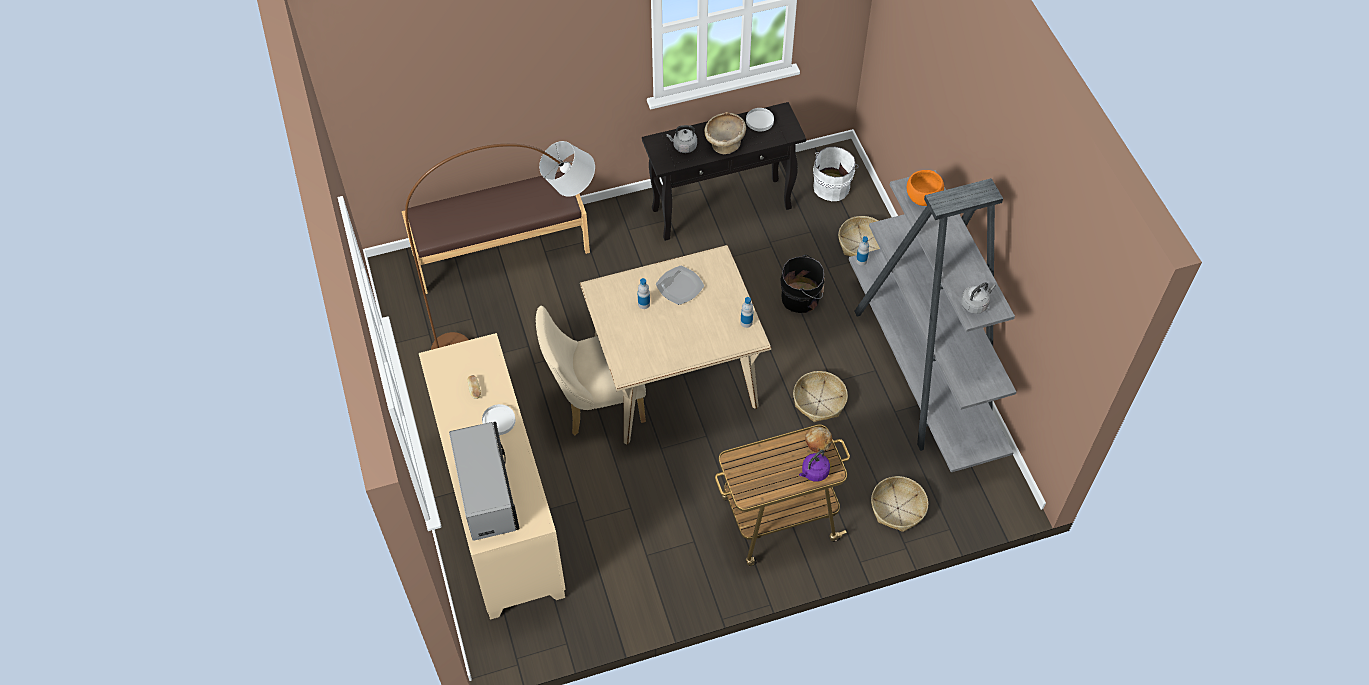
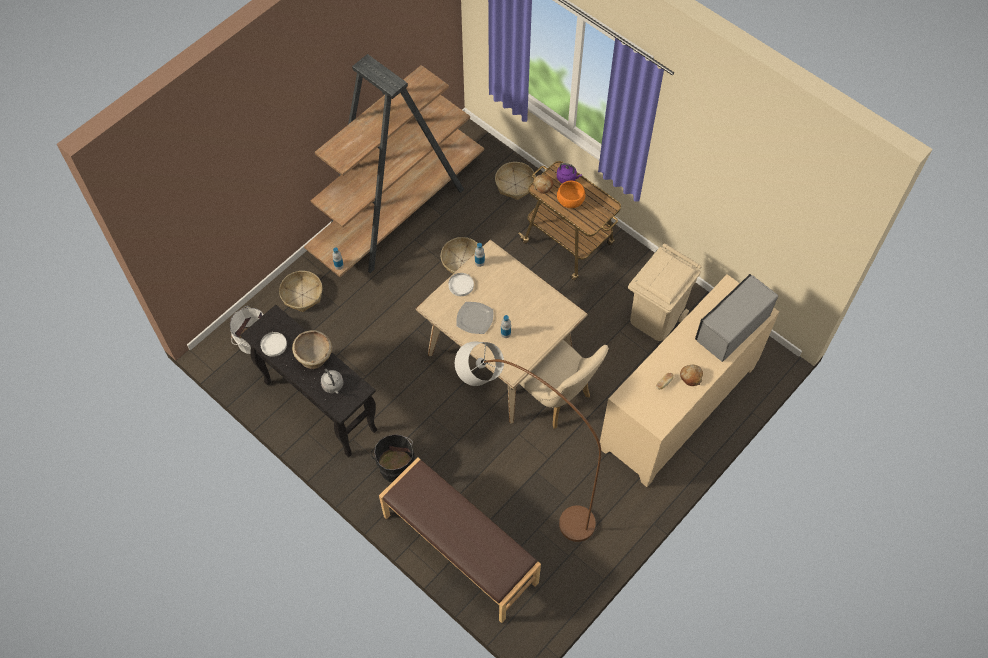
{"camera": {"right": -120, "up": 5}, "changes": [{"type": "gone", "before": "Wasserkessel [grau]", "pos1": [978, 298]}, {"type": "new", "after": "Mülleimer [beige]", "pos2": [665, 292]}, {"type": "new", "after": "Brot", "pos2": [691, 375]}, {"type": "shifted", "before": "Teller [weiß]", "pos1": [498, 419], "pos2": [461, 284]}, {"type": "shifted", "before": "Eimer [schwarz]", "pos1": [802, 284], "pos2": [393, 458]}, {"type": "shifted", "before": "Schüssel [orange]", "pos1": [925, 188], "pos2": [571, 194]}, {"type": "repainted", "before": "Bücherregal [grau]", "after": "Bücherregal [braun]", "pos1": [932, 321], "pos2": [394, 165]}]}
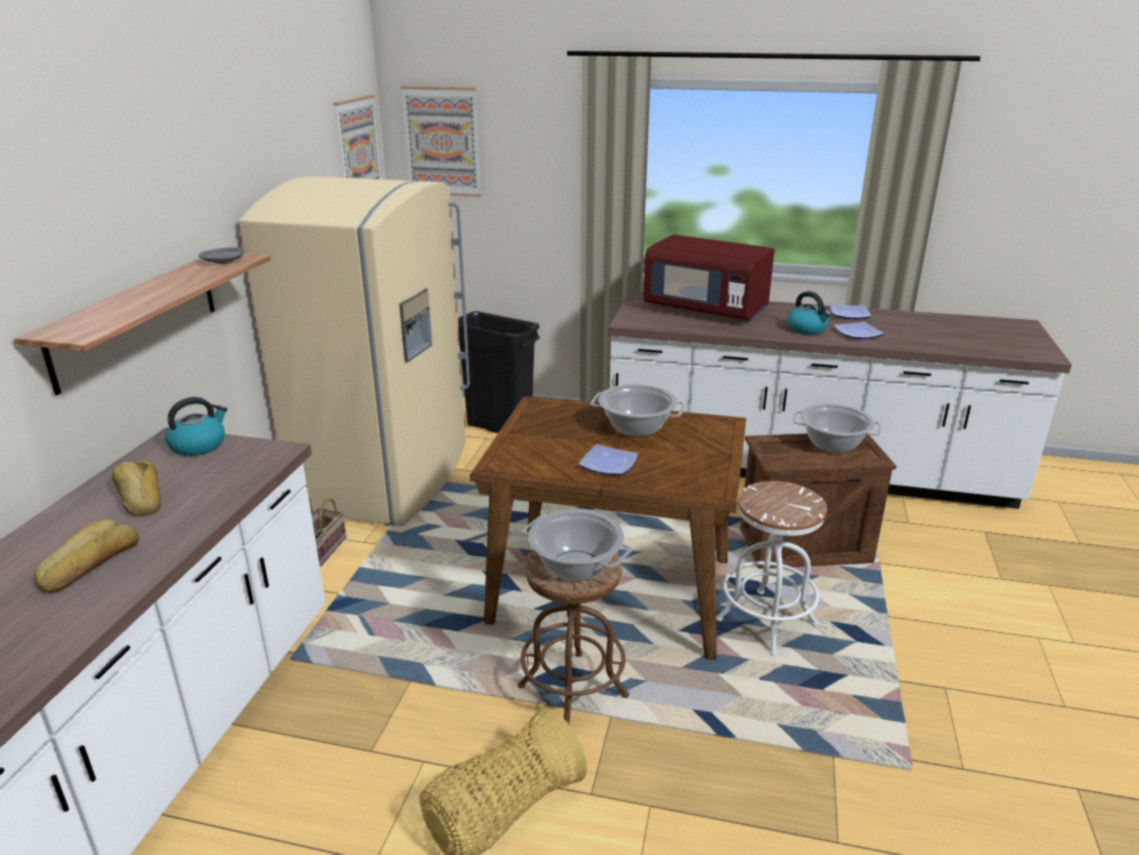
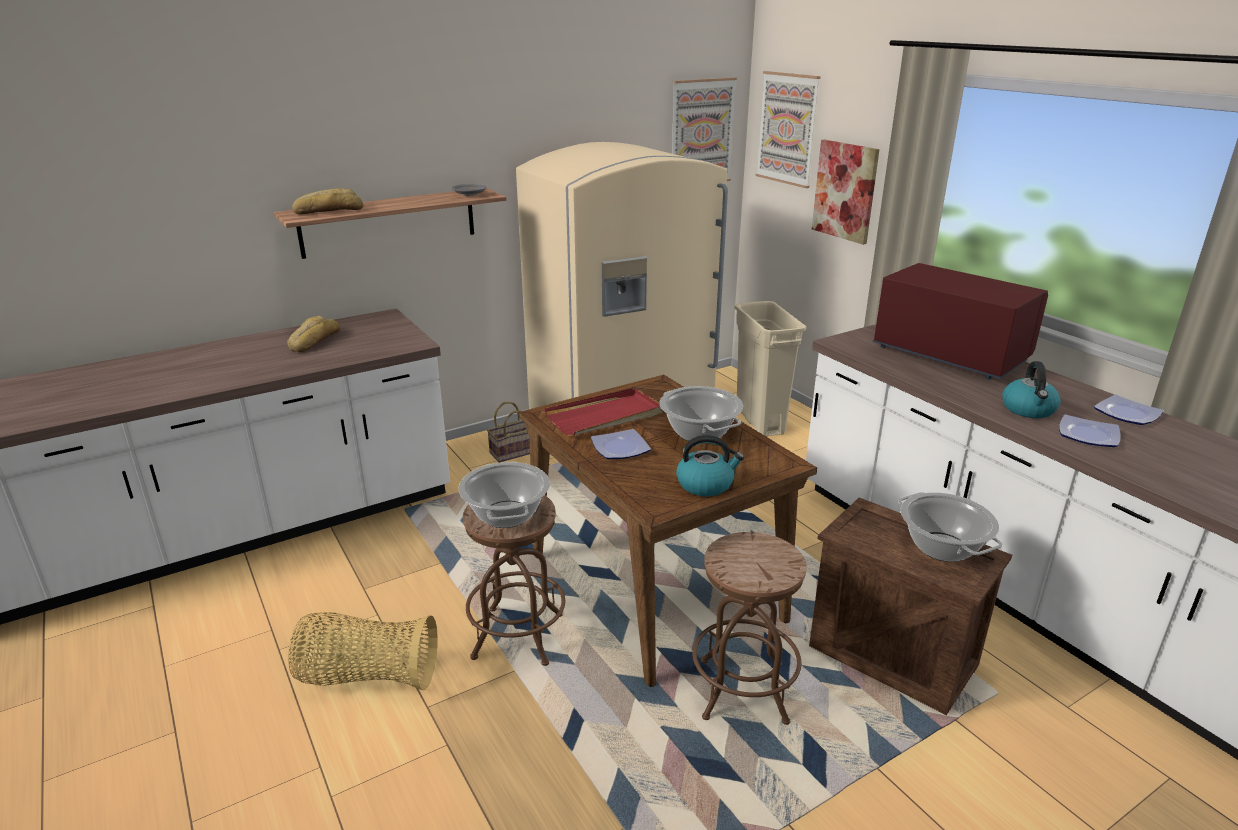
{"camera": {"right": 45, "up": 0}, "changes": [{"type": "new", "after": "Tablett [rot]", "pos2": [603, 412]}, {"type": "new", "after": "Bild", "pos2": [846, 192]}, {"type": "shifted", "before": "Brot", "pos1": [86, 556], "pos2": [327, 201]}, {"type": "shifted", "before": "Wasserkessel", "pos1": [196, 426], "pos2": [710, 465]}, {"type": "repainted", "before": "Mülleimer [schwarz]", "after": "Mülleimer [beige]", "pos1": [499, 372], "pos2": [770, 368]}, {"type": "repainted", "before": "Hocker [weiß]", "after": "Hocker [braun]", "pos1": [771, 568], "pos2": [749, 628]}, {"type": "rotated", "before": "Mikrowelle [rot]", "pos1": [709, 277], "pos2": [960, 321], "turn": 150}]}
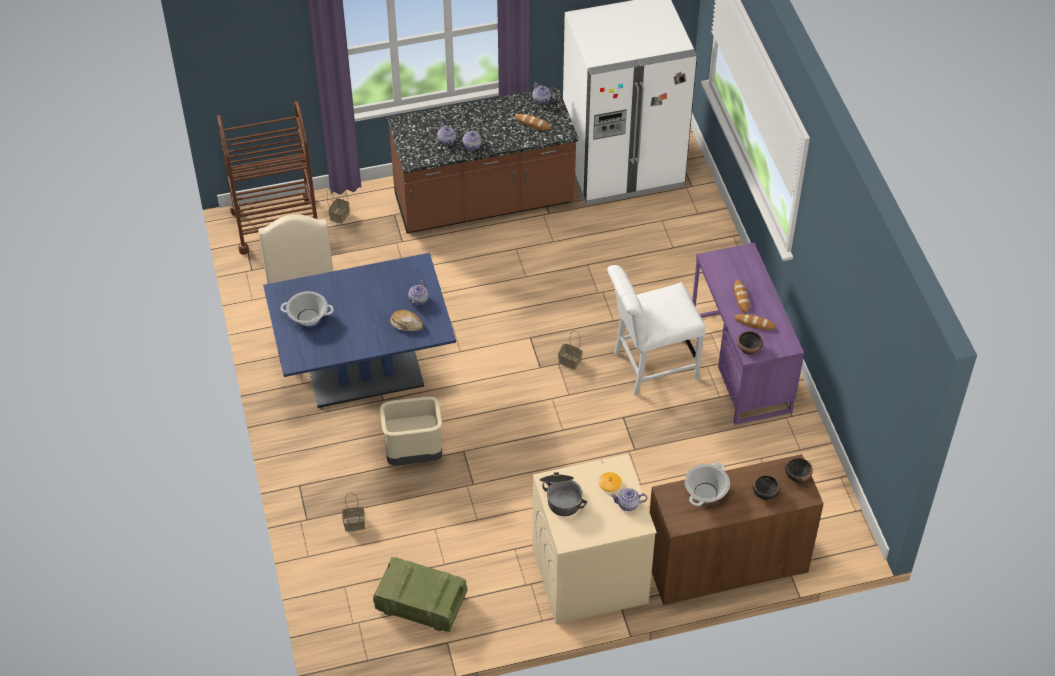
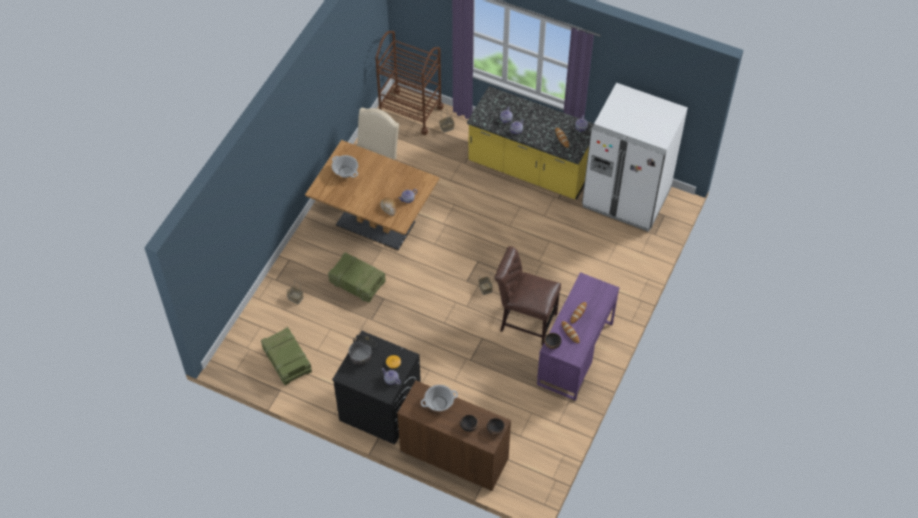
{"camera": {"right": 40, "up": 5}, "changes": [{"type": "swapped", "before": "Mülleimer [beige]", "after": "Kiste", "pos1": [411, 431], "pos2": [357, 277]}, {"type": "repainted", "before": "Esstisch [blau]", "after": "Esstisch [braun]", "pos1": [359, 330], "pos2": [372, 195]}, {"type": "repainted", "before": "Küchenzeile [braun]", "after": "Küchenzeile [gelb]", "pos1": [482, 160], "pos2": [530, 142]}, {"type": "repainted", "before": "Waschmaschine [beige]", "after": "Waschmaschine [schwarz]", "pos1": [594, 539], "pos2": [376, 388]}, {"type": "repainted", "before": "Stuhl [weiß]", "after": "Stuhl [braun]", "pos1": [656, 330], "pos2": [527, 296]}]}
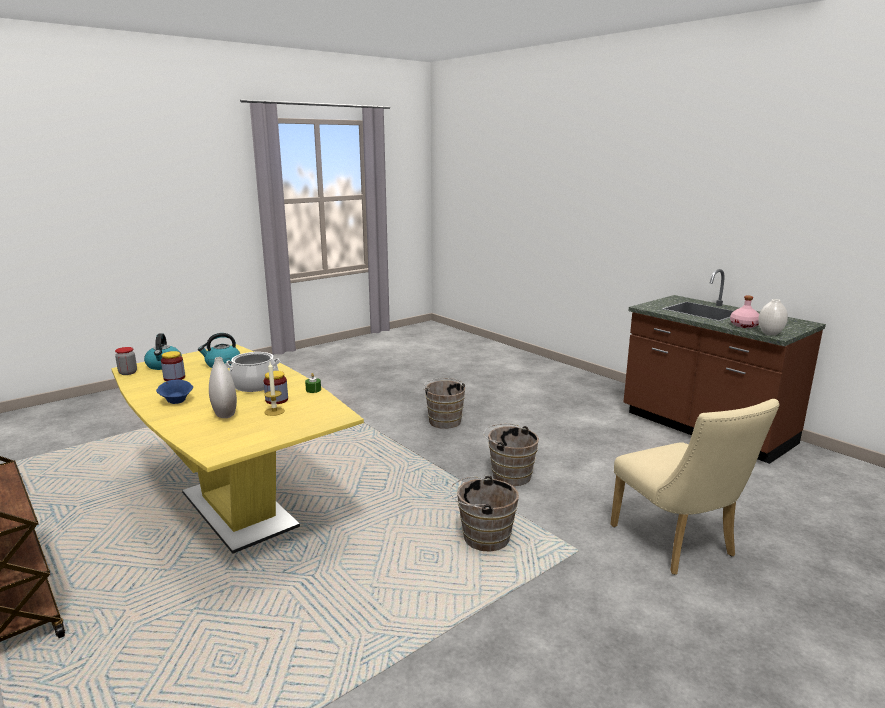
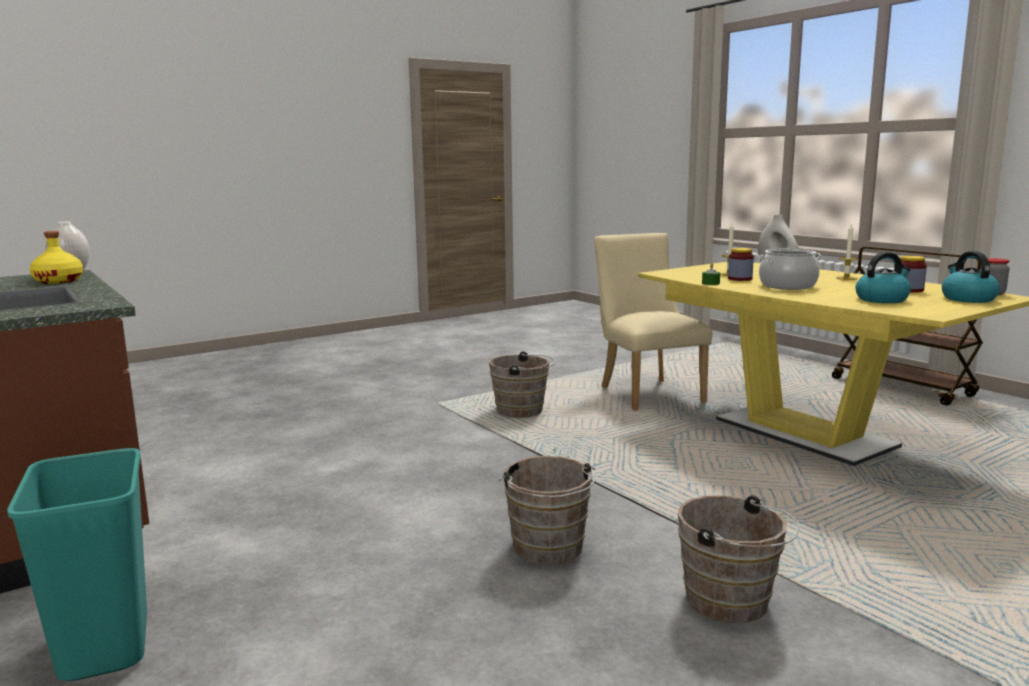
{"camera": {"right": -175, "up": -5}, "changes": [{"type": "new", "after": "Mülleimer [türkis]", "pos2": [77, 564]}, {"type": "shifted", "before": "Eimer [braun]", "pos1": [511, 455], "pos2": [738, 559]}, {"type": "shifted", "before": "Stuhl [beige]", "pos1": [695, 487], "pos2": [653, 322]}, {"type": "swapped", "before": "Schüssel [blau]", "after": "Kerze", "pos1": [174, 392], "pos2": [847, 251]}, {"type": "repainted", "before": "Flasche [rosa]", "after": "Flasche [gelb]", "pos1": [744, 311], "pos2": [56, 257]}]}
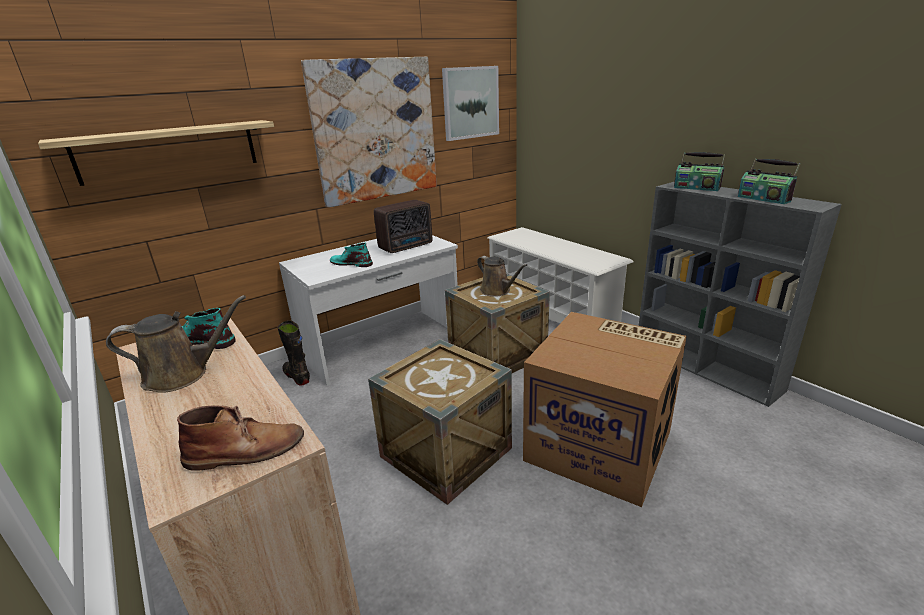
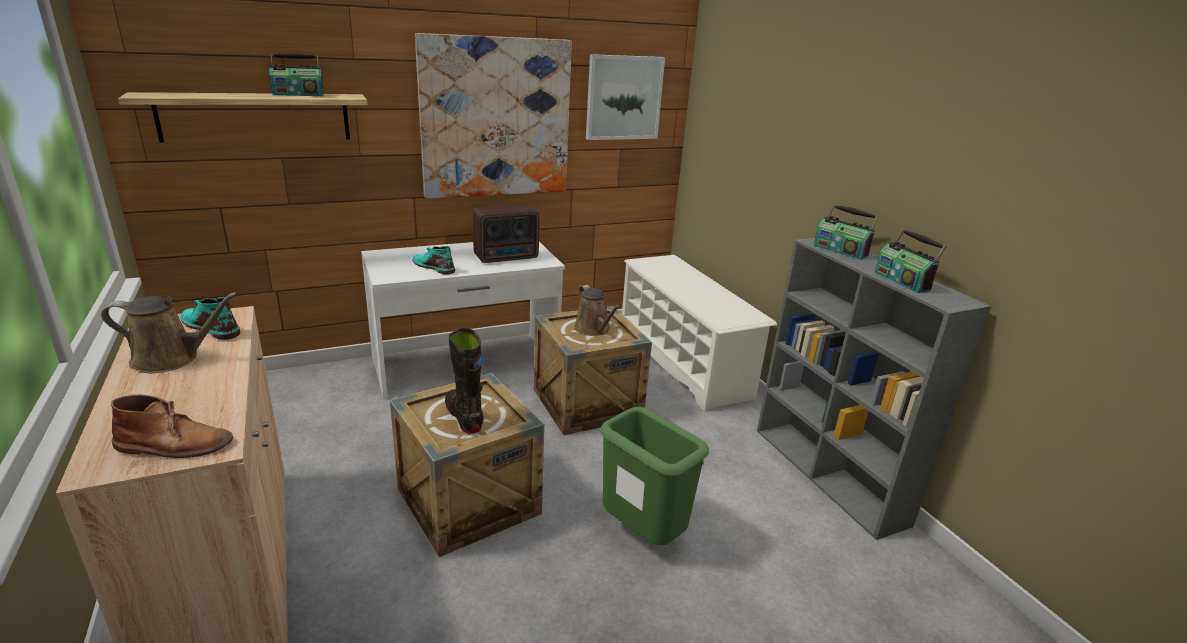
{"camera": {"right": 10, "up": 0}, "changes": [{"type": "new", "after": "Radio", "pos2": [296, 74]}, {"type": "shifted", "before": "Stiefel [schwarz]", "pos1": [294, 352], "pos2": [464, 381]}, {"type": "swapped", "before": "Karton", "after": "Mülleimer [grün]", "pos1": [605, 409], "pos2": [654, 476]}]}
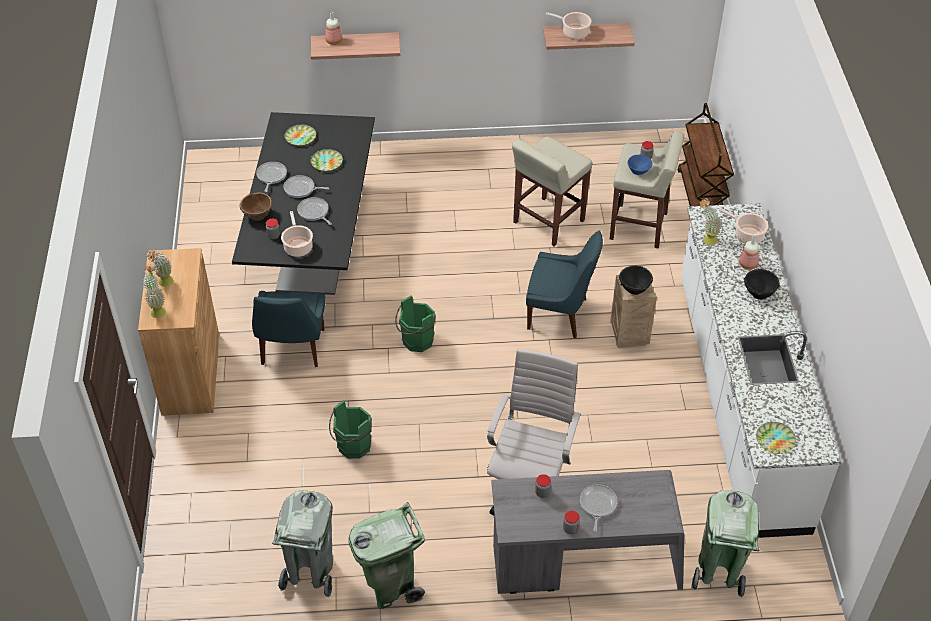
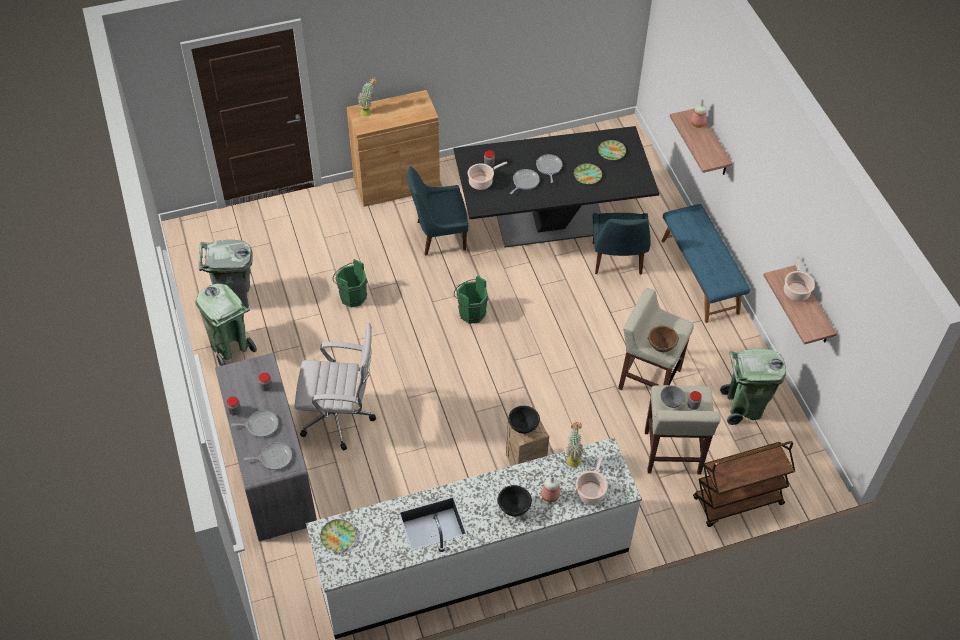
{"camera": {"right": 75, "up": 5}, "changes": [{"type": "gone", "before": "Topfpflanze", "pos1": [160, 268]}, {"type": "new", "after": "Bank [blau]", "pos2": [705, 263]}, {"type": "shifted", "before": "Schüssel [braun]", "pos1": [255, 206], "pos2": [663, 339]}, {"type": "shifted", "before": "Pfanne", "pos1": [271, 177], "pos2": [268, 456]}, {"type": "shifted", "before": "Stuhl [blau]", "pos1": [564, 284], "pos2": [622, 244]}, {"type": "shifted", "before": "Mülleimer [grün]", "pos1": [725, 543], "pos2": [753, 387]}, {"type": "repainted", "before": "Schüssel [blau]", "after": "Schüssel [grau]", "pos1": [639, 165], "pos2": [673, 397]}]}
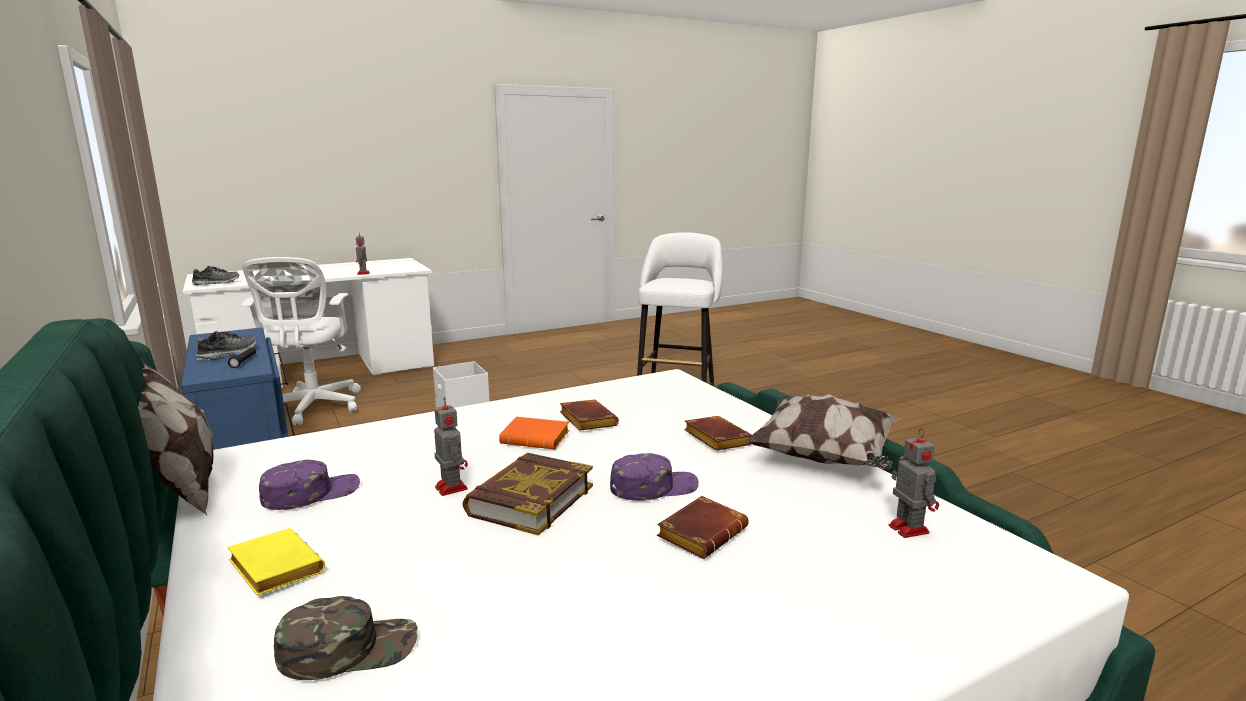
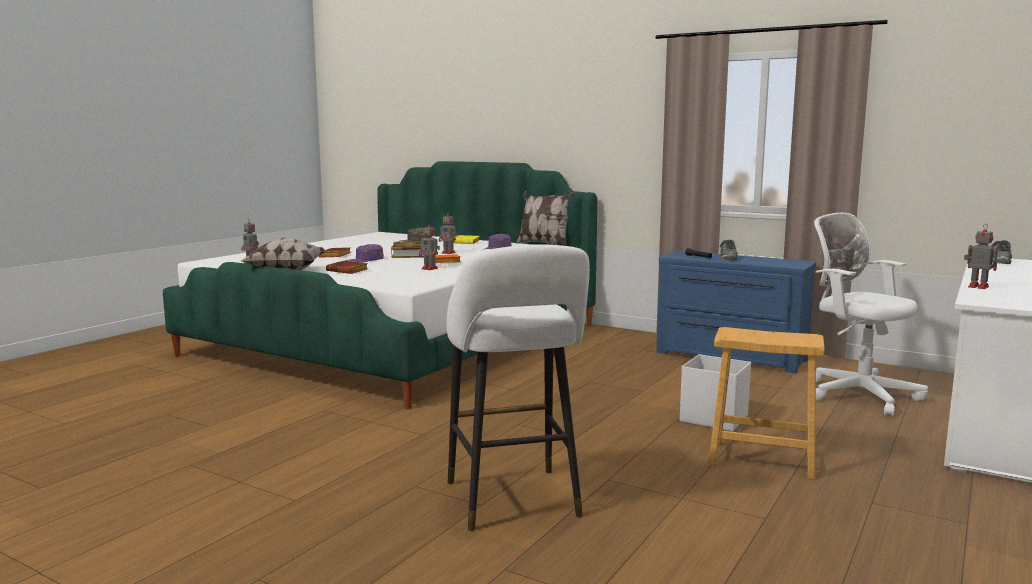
{"camera": {"right": 150, "up": -5}, "changes": [{"type": "new", "after": "Hocker [braun]", "pos2": [766, 403]}, {"type": "swapped", "before": "Buch [braun]", "after": "Spielzeugroboter", "pos1": [589, 415], "pos2": [429, 246]}]}
